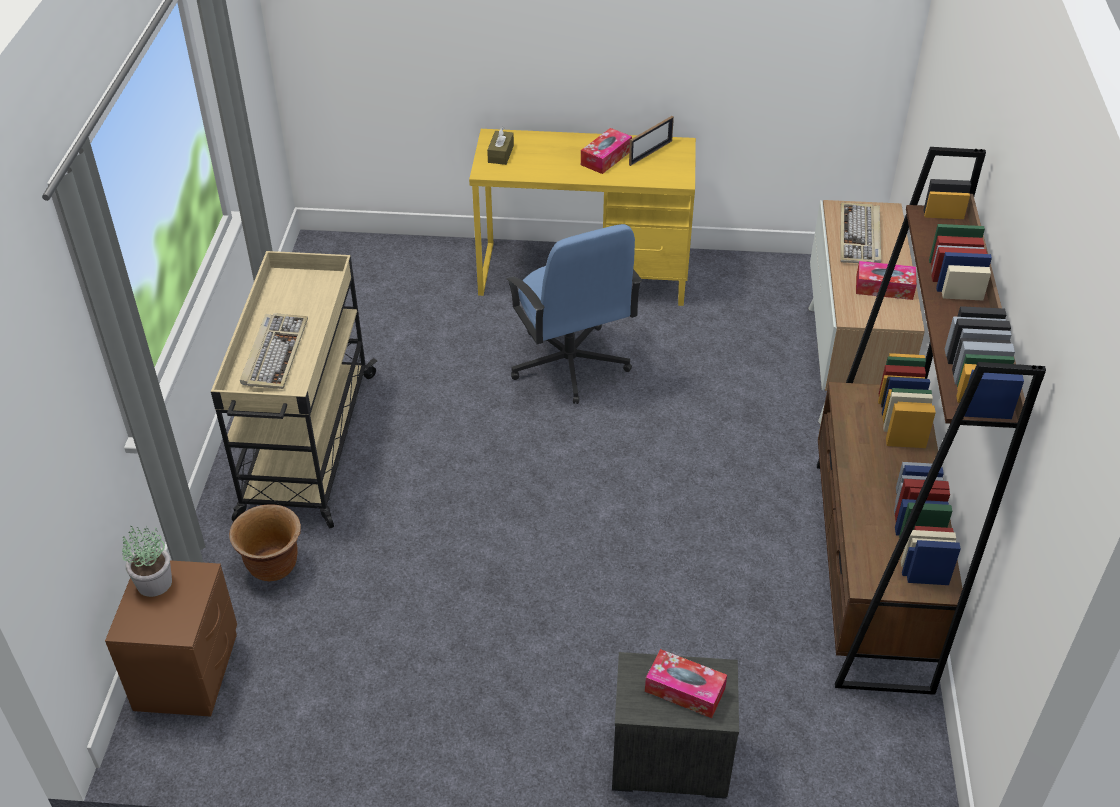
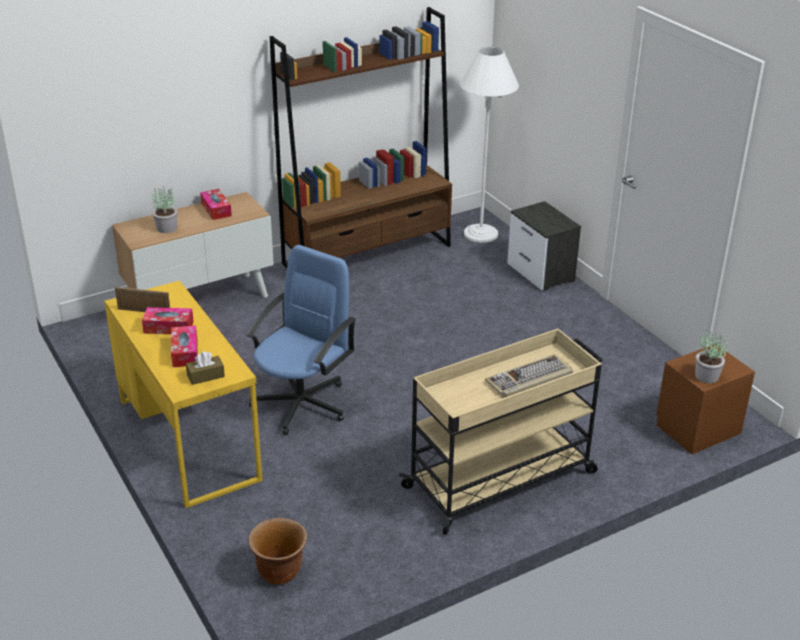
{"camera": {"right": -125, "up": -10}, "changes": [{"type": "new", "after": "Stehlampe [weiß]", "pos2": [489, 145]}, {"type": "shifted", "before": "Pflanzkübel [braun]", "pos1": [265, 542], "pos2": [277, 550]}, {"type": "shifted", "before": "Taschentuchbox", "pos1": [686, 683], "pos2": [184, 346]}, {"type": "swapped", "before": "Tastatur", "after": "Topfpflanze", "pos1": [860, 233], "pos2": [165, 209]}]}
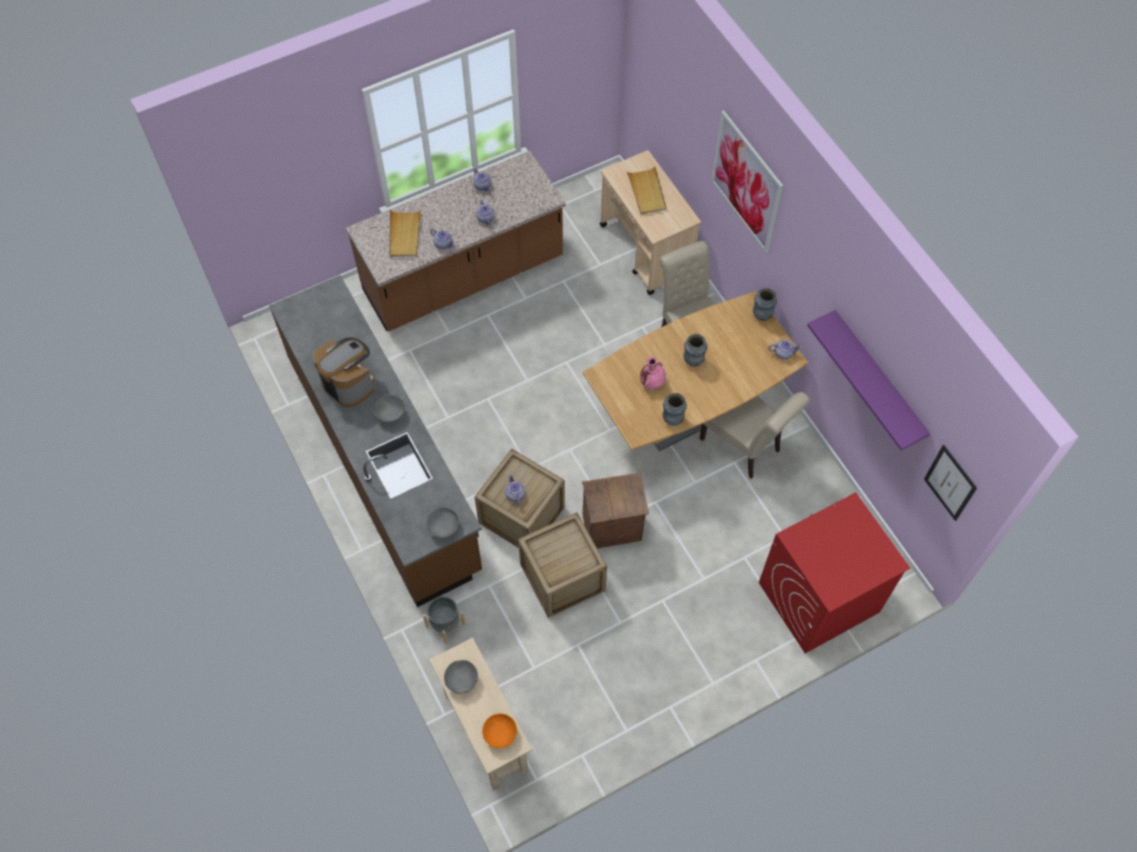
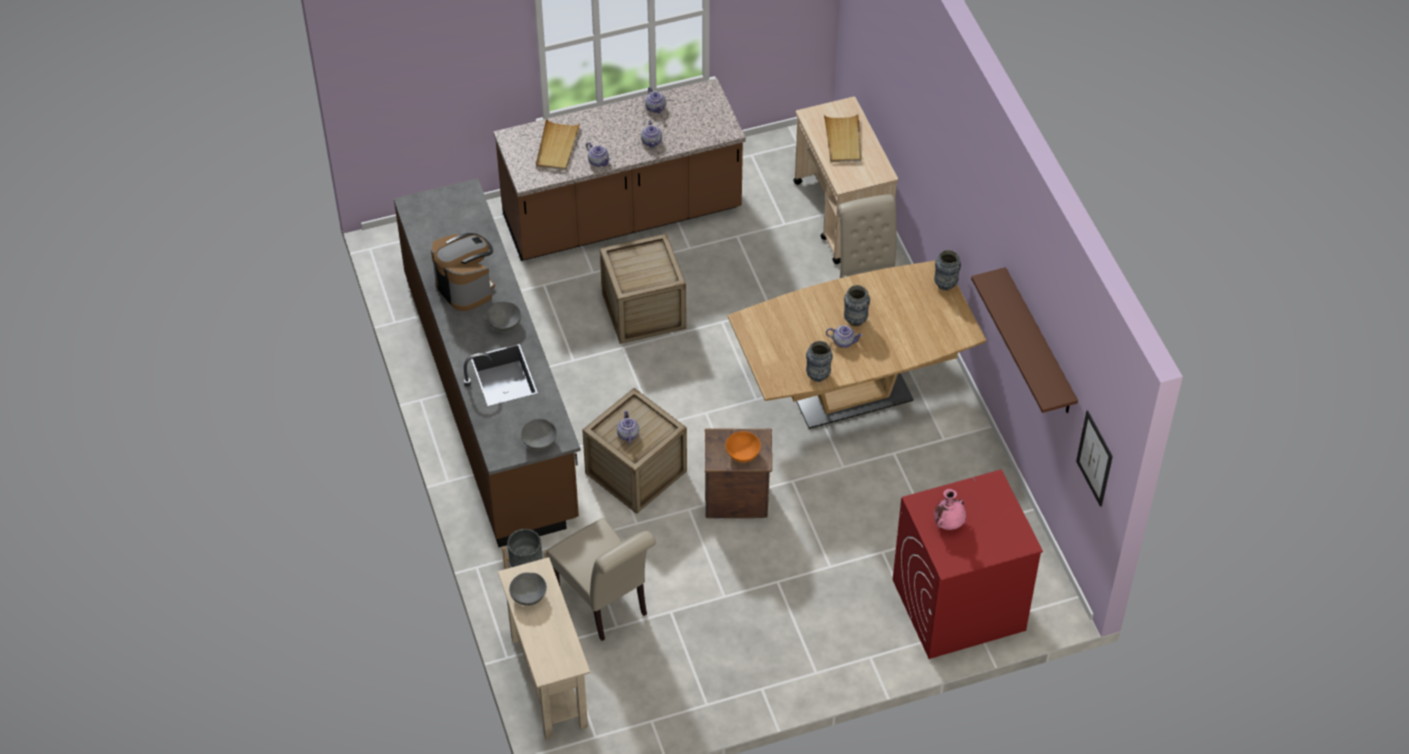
{"camera": {"right": 10, "up": -10}, "changes": [{"type": "gone", "before": "Bild", "pos1": [747, 181]}, {"type": "shifted", "before": "Schüssel [orange]", "pos1": [499, 730], "pos2": [743, 446]}, {"type": "shifted", "before": "Kiste", "pos1": [562, 565], "pos2": [643, 288]}, {"type": "shifted", "before": "Vase [rosa]", "pos1": [653, 373], "pos2": [950, 509]}, {"type": "shifted", "before": "Stuhl [beige]", "pos1": [755, 435], "pos2": [601, 579]}, {"type": "shifted", "before": "Teekanne", "pos1": [785, 349], "pos2": [844, 336]}, {"type": "repainted", "before": "Wandregal [lila]", "after": "Wandregal [braun]", "pos1": [868, 380], "pos2": [1024, 340]}]}
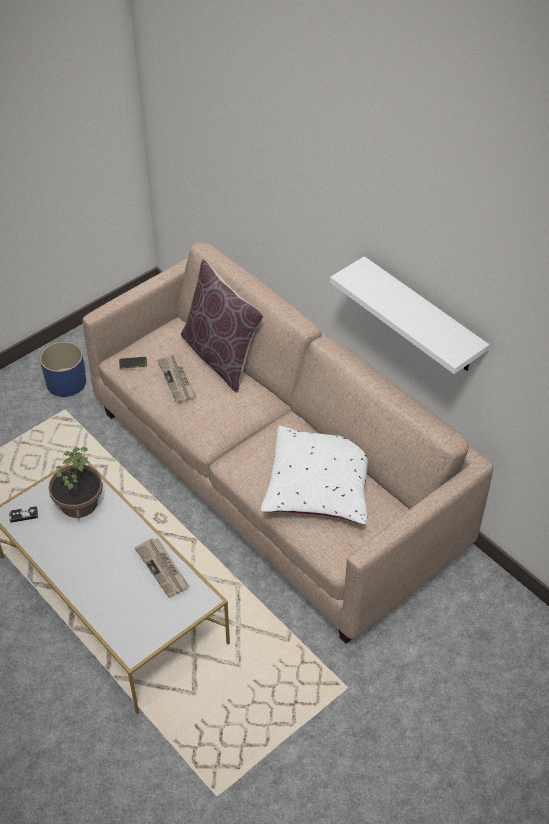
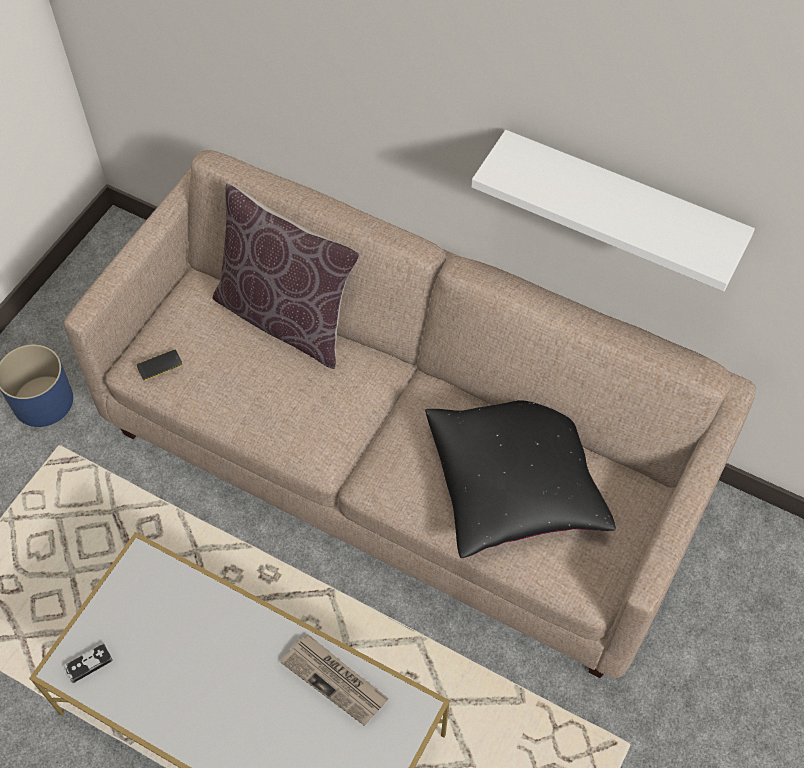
{"camera": {"right": -20, "up": 10}, "changes": [{"type": "gone", "before": "Topfpflanze", "pos1": [75, 483]}, {"type": "gone", "before": "Zeitung", "pos1": [176, 378]}, {"type": "repainted", "before": "Kissen [weiß]", "after": "Kissen [schwarz]", "pos1": [314, 475], "pos2": [520, 479]}]}
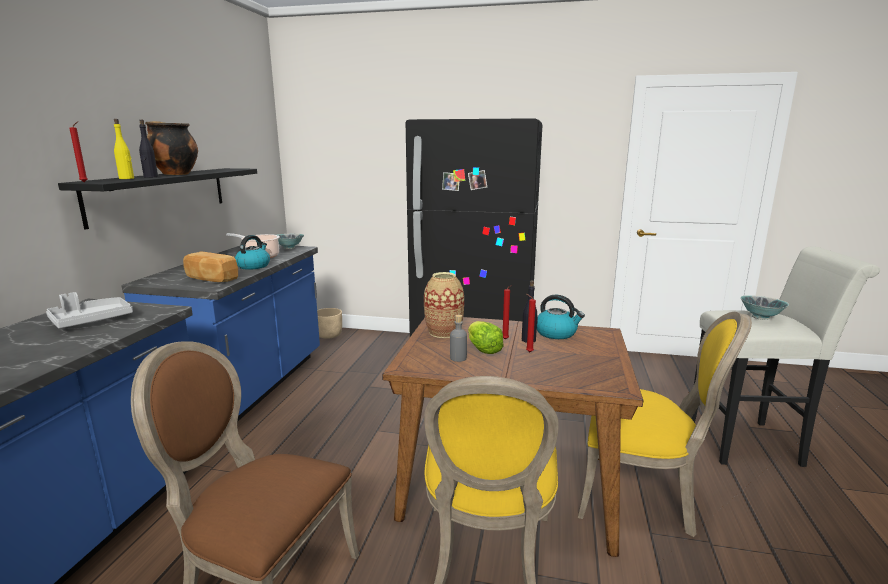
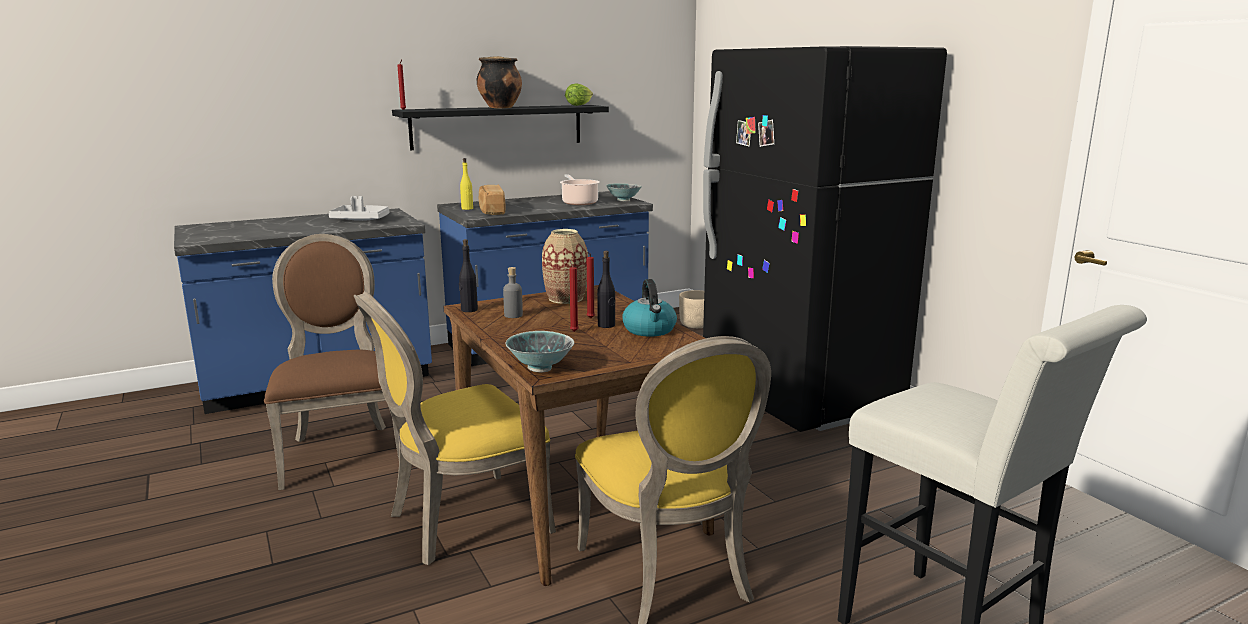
{"camera": {"right": 50, "up": 0}, "changes": [{"type": "gone", "before": "Wasserkessel", "pos1": [252, 252]}, {"type": "shifted", "before": "Flasche [gelb]", "pos1": [124, 149], "pos2": [466, 184]}, {"type": "shifted", "before": "Flasche [schwarz]", "pos1": [148, 149], "pos2": [468, 275]}, {"type": "shifted", "before": "Salatkopf", "pos1": [485, 337], "pos2": [579, 95]}, {"type": "shifted", "before": "Schüssel", "pos1": [765, 307], "pos2": [539, 352]}]}
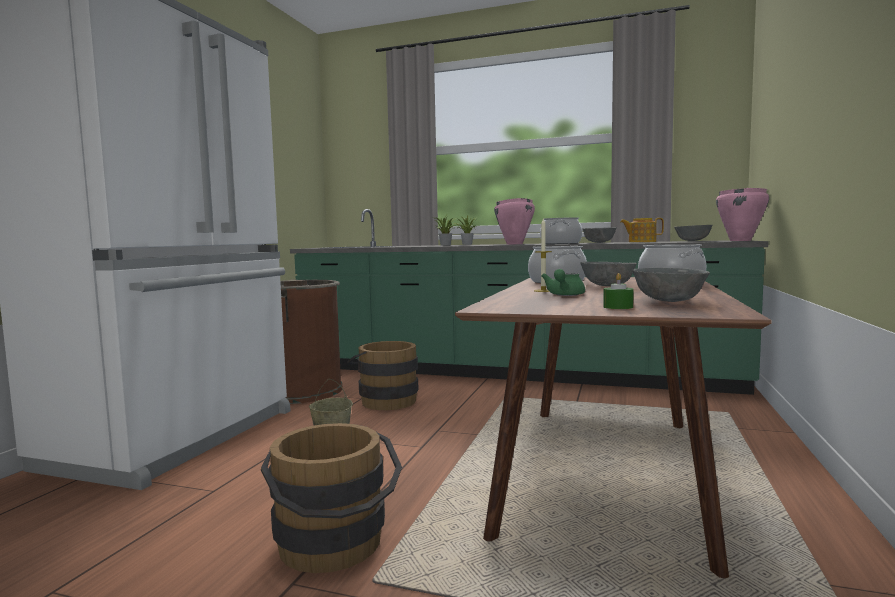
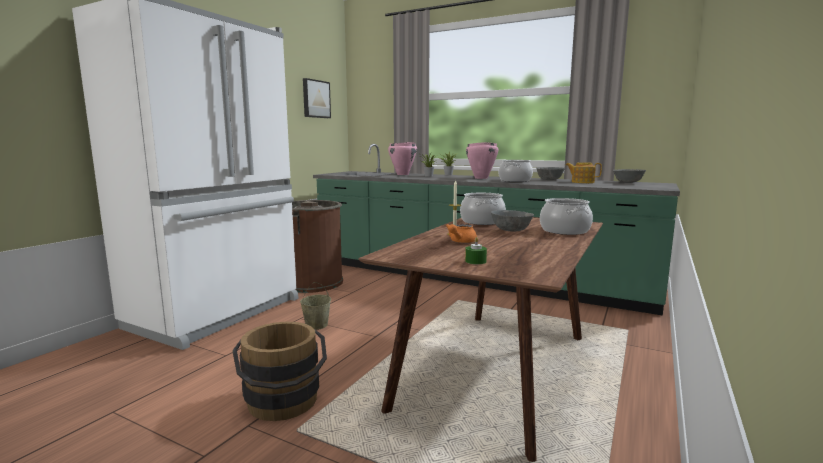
{"camera": {"right": 10, "up": 5}, "changes": [{"type": "gone", "before": "Eimer [braun]", "pos1": [383, 375]}, {"type": "gone", "before": "Schüssel [grau]", "pos1": [671, 285]}, {"type": "new", "after": "Bild", "pos2": [317, 98]}, {"type": "shifted", "before": "Kochtopf [rosa]", "pos1": [742, 214], "pos2": [402, 158]}, {"type": "repainted", "before": "Teekanne [grün]", "after": "Teekanne [orange]", "pos1": [563, 282], "pos2": [461, 233]}]}
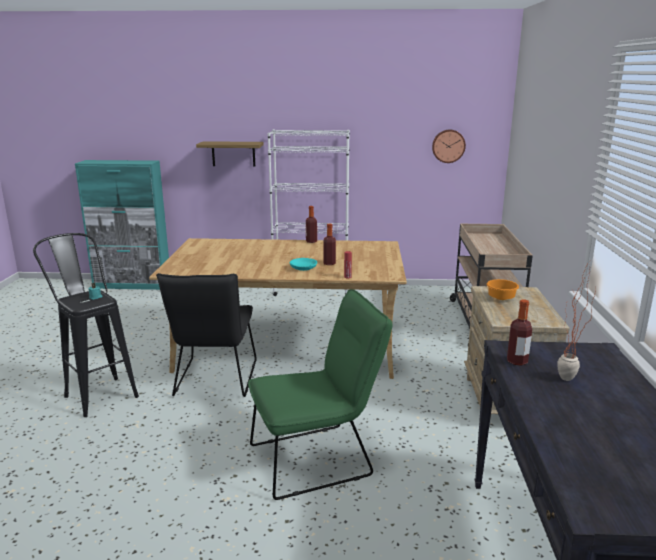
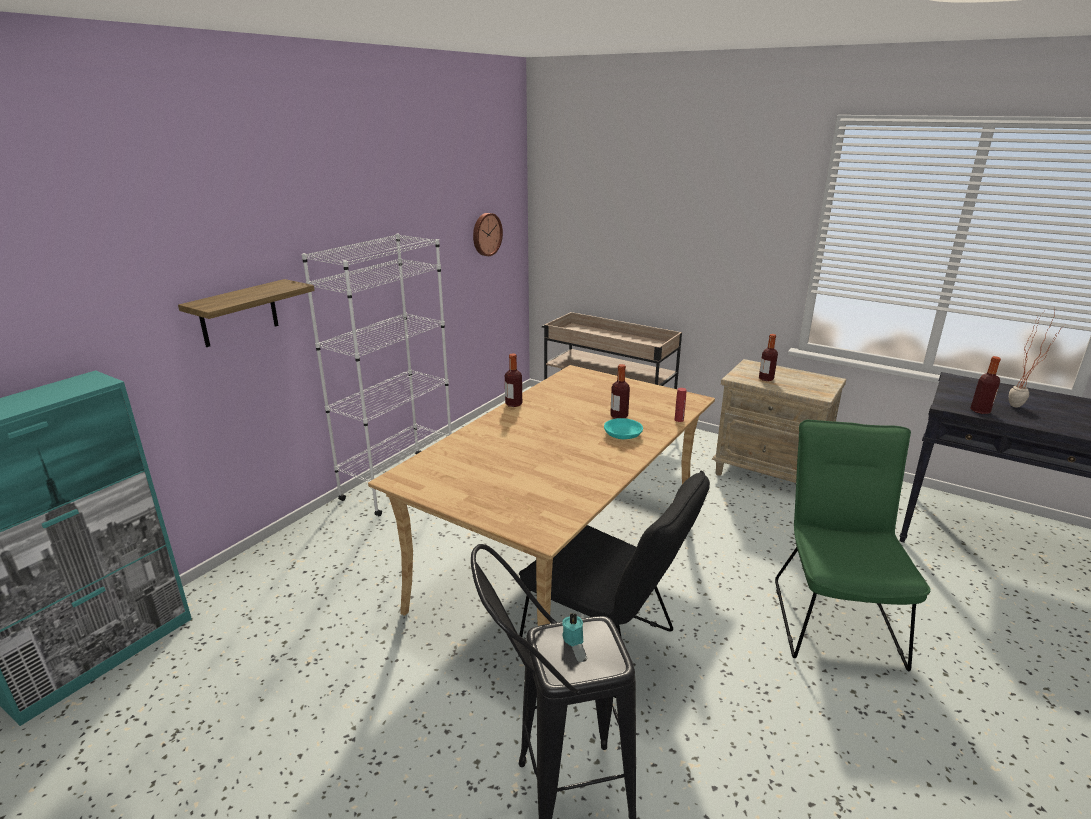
{"camera": {"right": -60, "up": 5}, "changes": [{"type": "swapped", "before": "Schüssel [orange]", "after": "Flasche", "pos1": [503, 289], "pos2": [768, 357]}]}
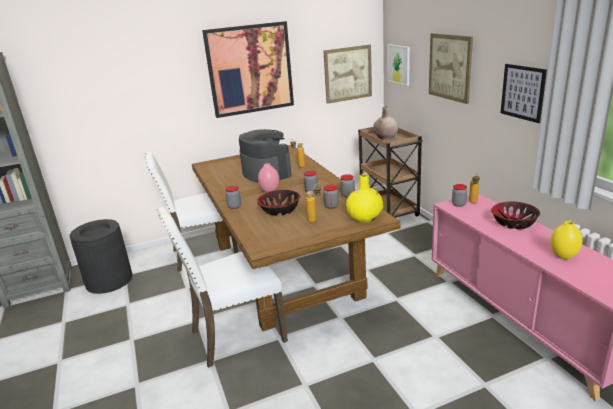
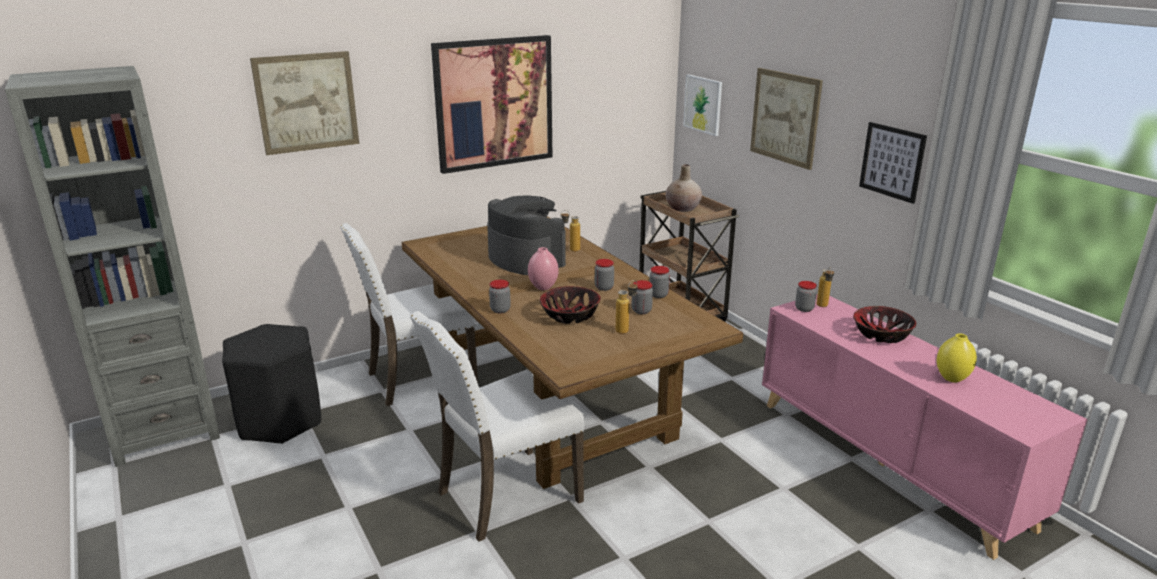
{"camera": {"right": -10, "up": 0}, "changes": [{"type": "gone", "before": "Vase [gelb]", "pos1": [365, 198]}, {"type": "shifted", "before": "Bild", "pos1": [348, 74], "pos2": [304, 103]}, {"type": "swapped", "before": "Mülleimer [schwarz]", "after": "Hocker [schwarz]", "pos1": [101, 256], "pos2": [271, 384]}]}
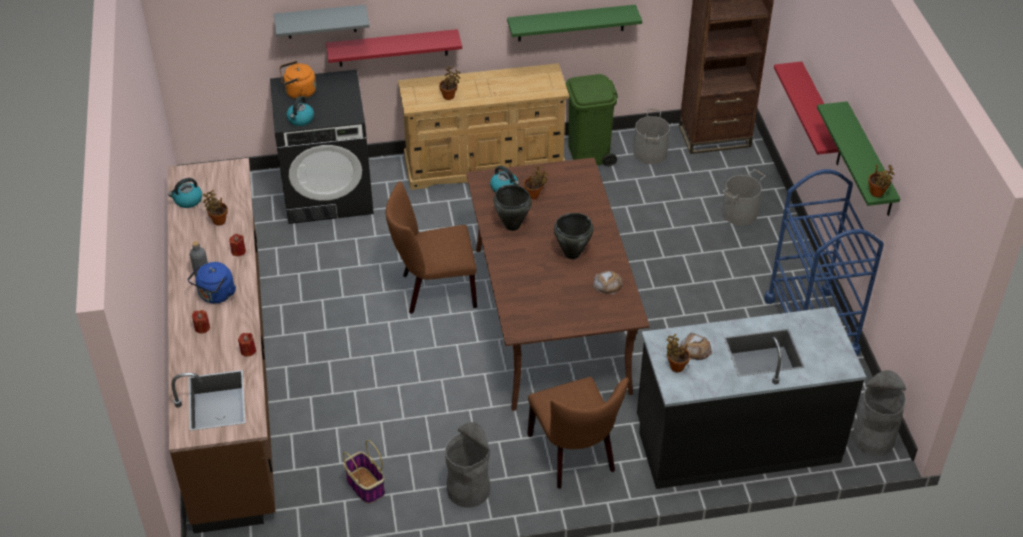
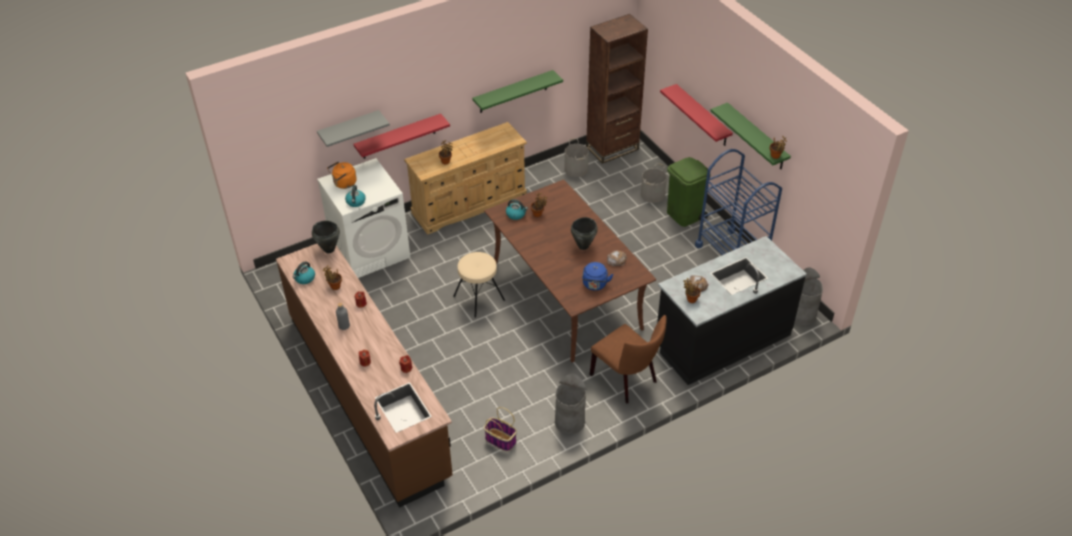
{"camera": {"right": -20, "up": 0}, "changes": [{"type": "shifted", "before": "Wasserkessel [blau]", "pos1": [212, 282], "pos2": [597, 276]}, {"type": "shifted", "before": "Kochtopf [schwarz]", "pos1": [513, 207], "pos2": [326, 237]}, {"type": "shifted", "before": "Mülleimer [grün]", "pos1": [591, 120], "pos2": [687, 192]}, {"type": "swapped", "before": "Stuhl [braun]", "after": "Hocker [beige]", "pos1": [431, 247], "pos2": [479, 285]}, {"type": "repainted", "before": "Waschmaschine [schwarz]", "after": "Waschmaschine [weiß]", "pos1": [322, 147], "pos2": [363, 218]}]}
